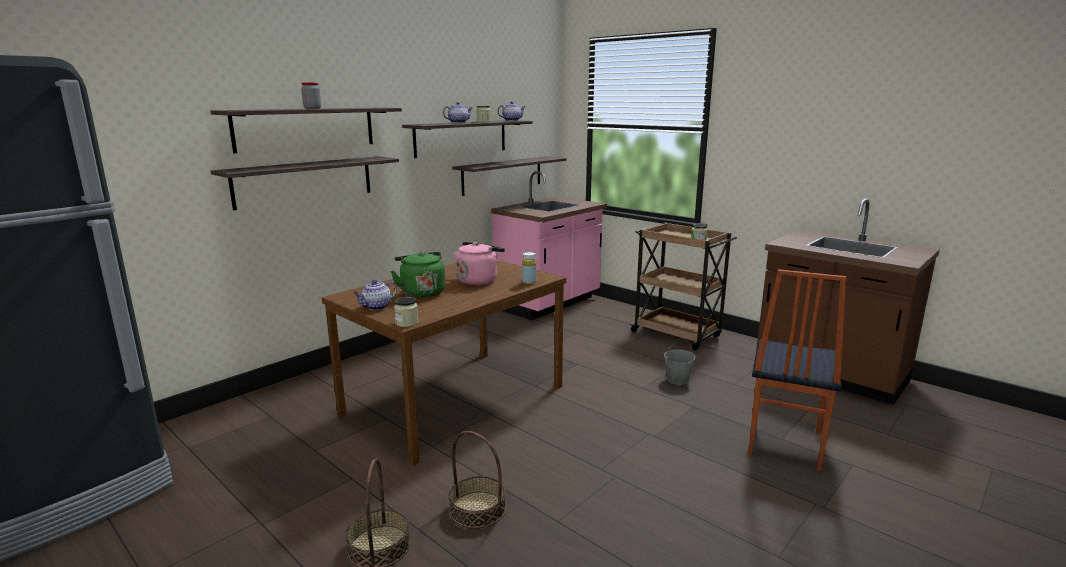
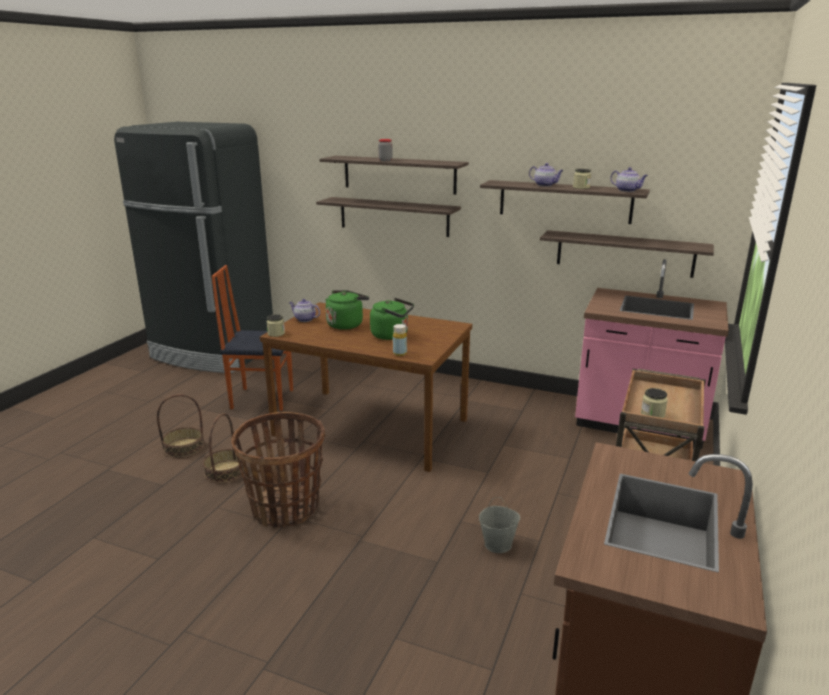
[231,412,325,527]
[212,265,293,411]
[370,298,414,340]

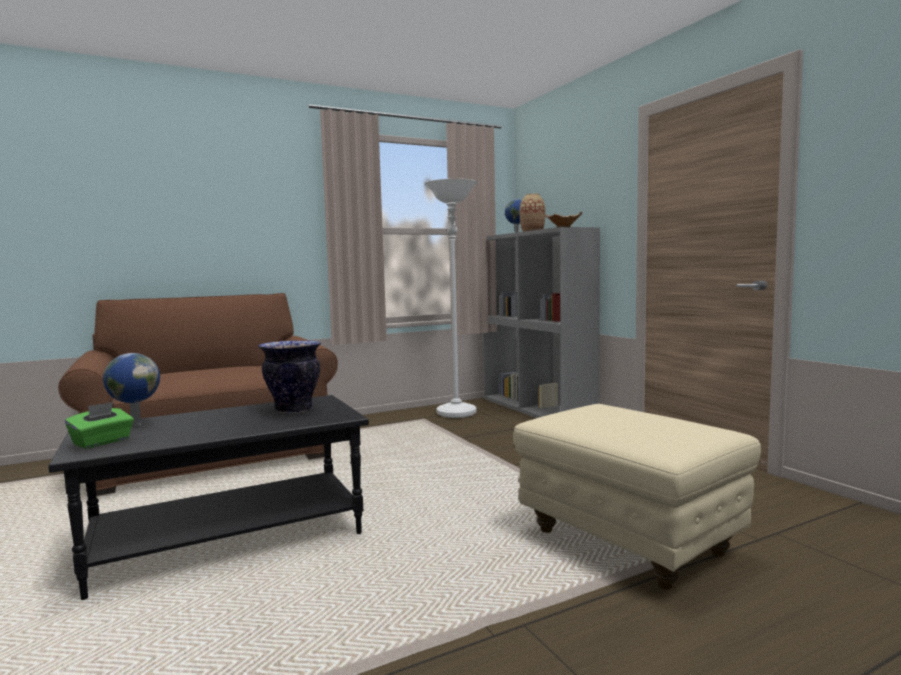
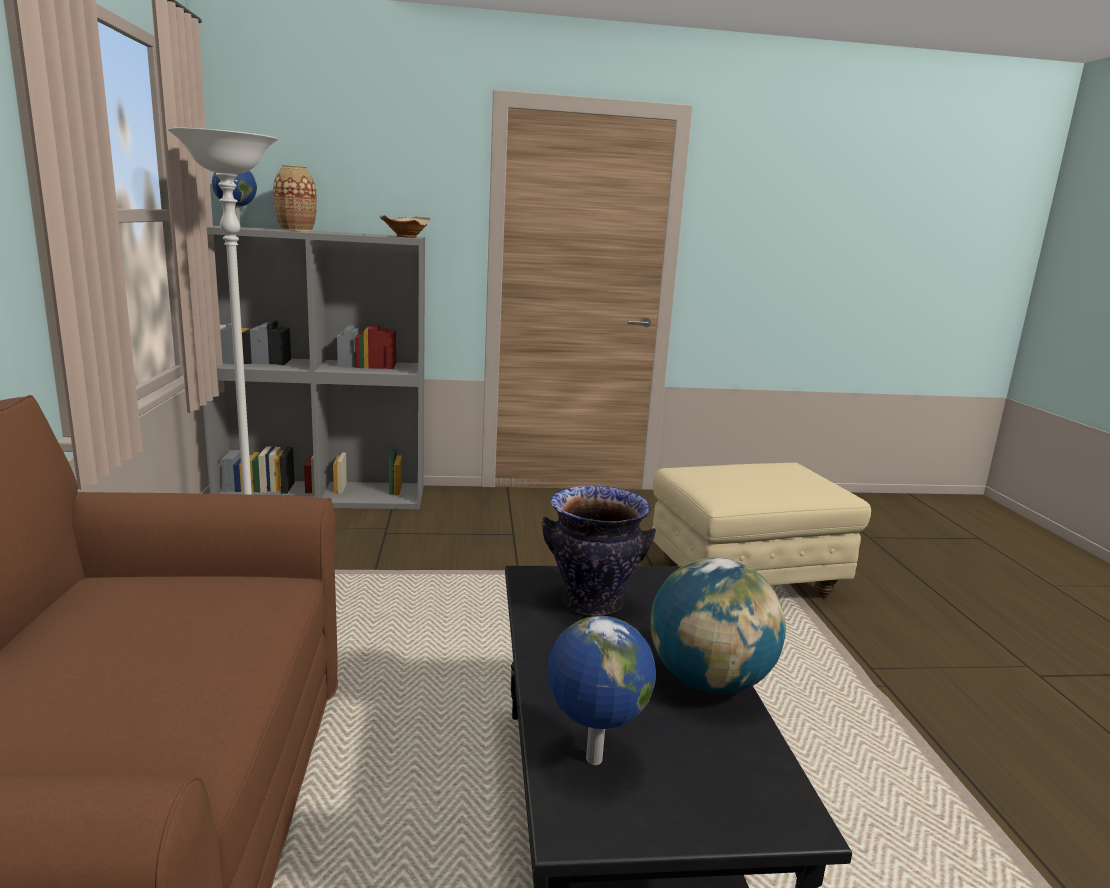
[65,402,134,449] (first image)
[650,558,786,694]

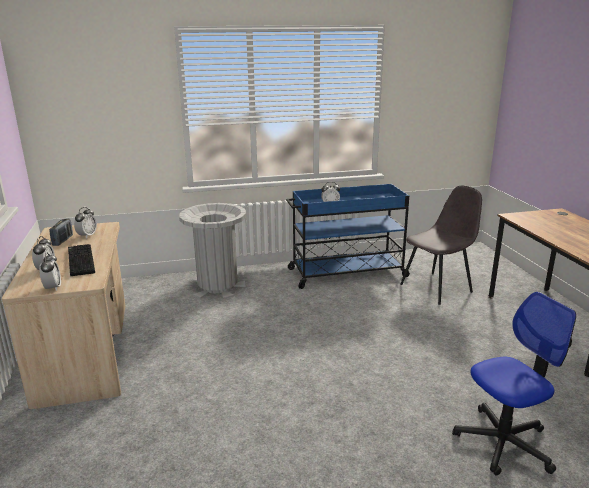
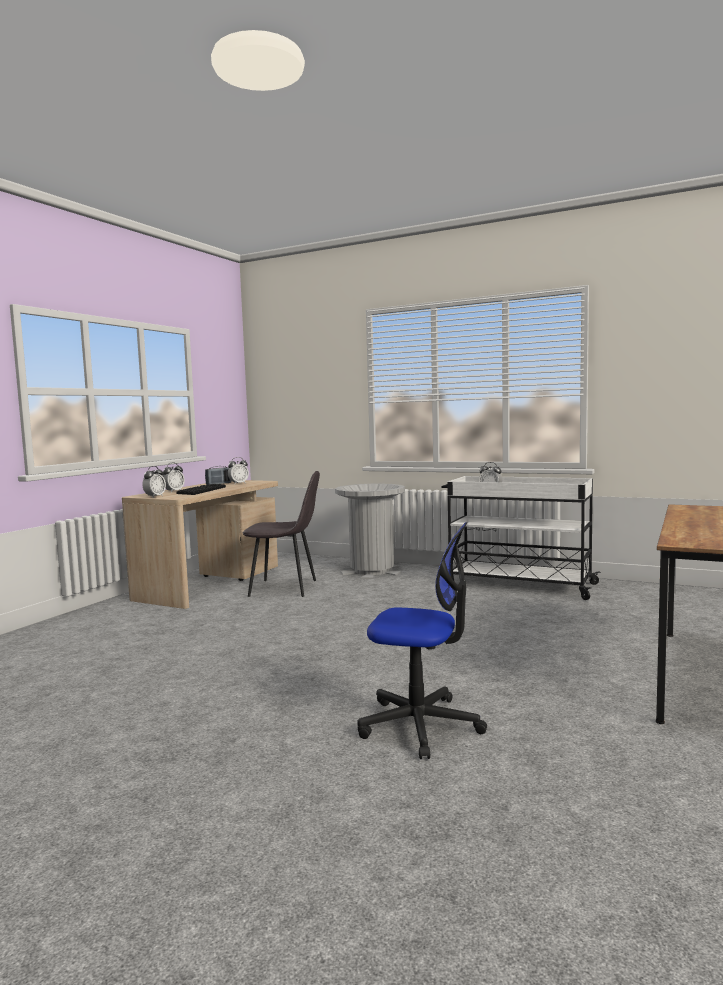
[243,471,320,597]
[442,476,601,600]

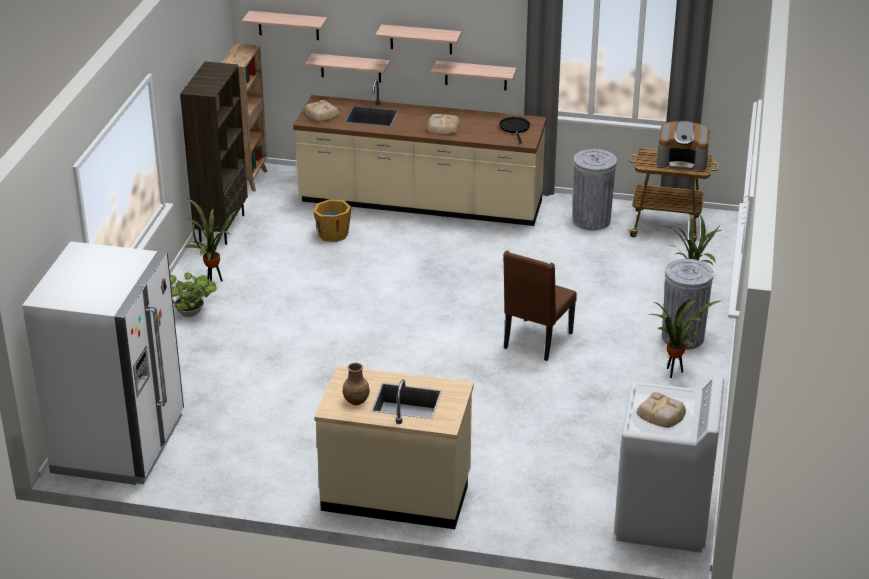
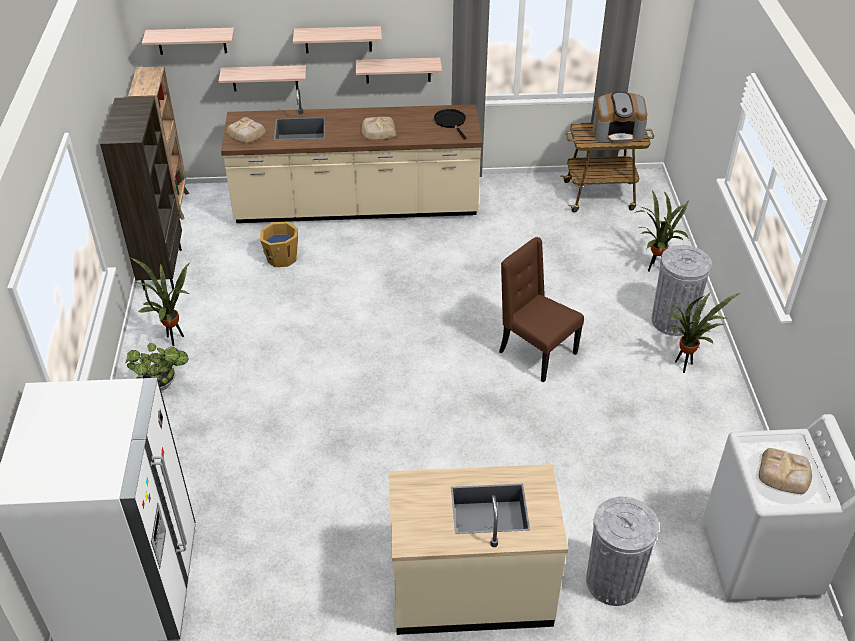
[343,363,370,405] (first image)
[586,497,659,606]
[499,237,584,383]

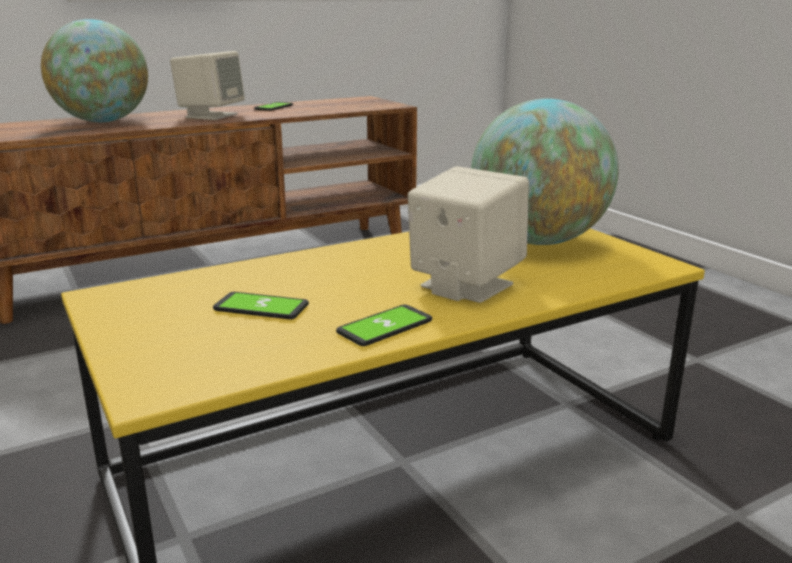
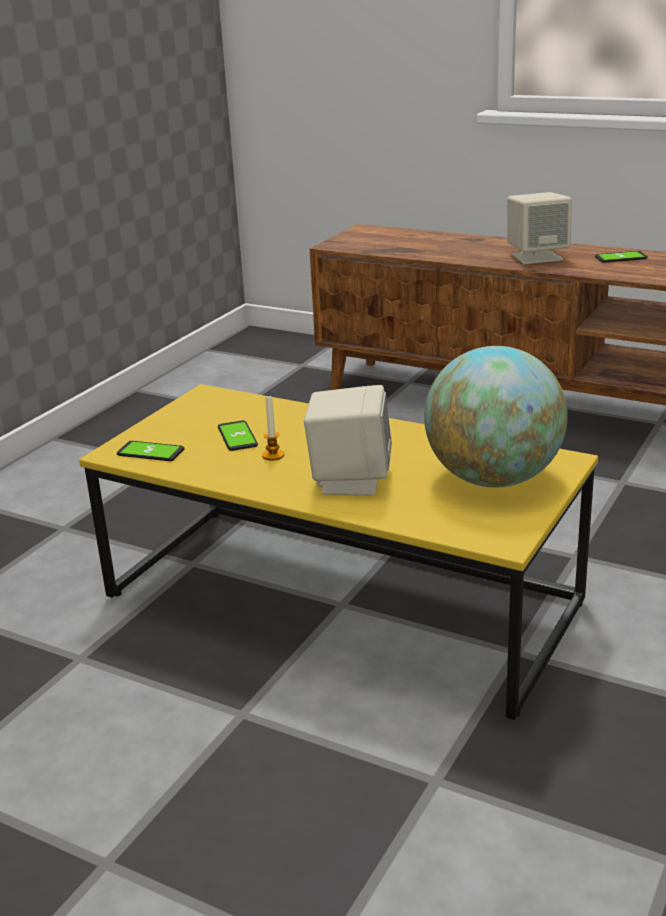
[41,19,148,122] (first image)
[262,394,284,461]
[117,441,185,461]

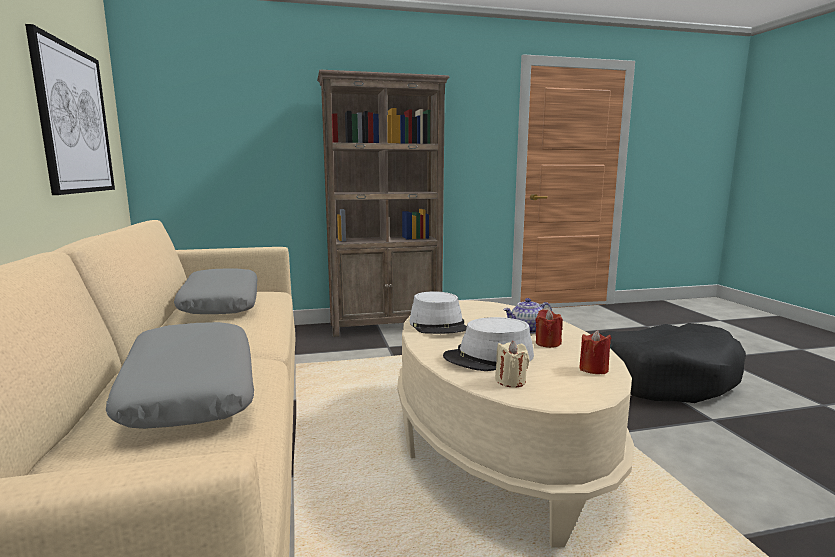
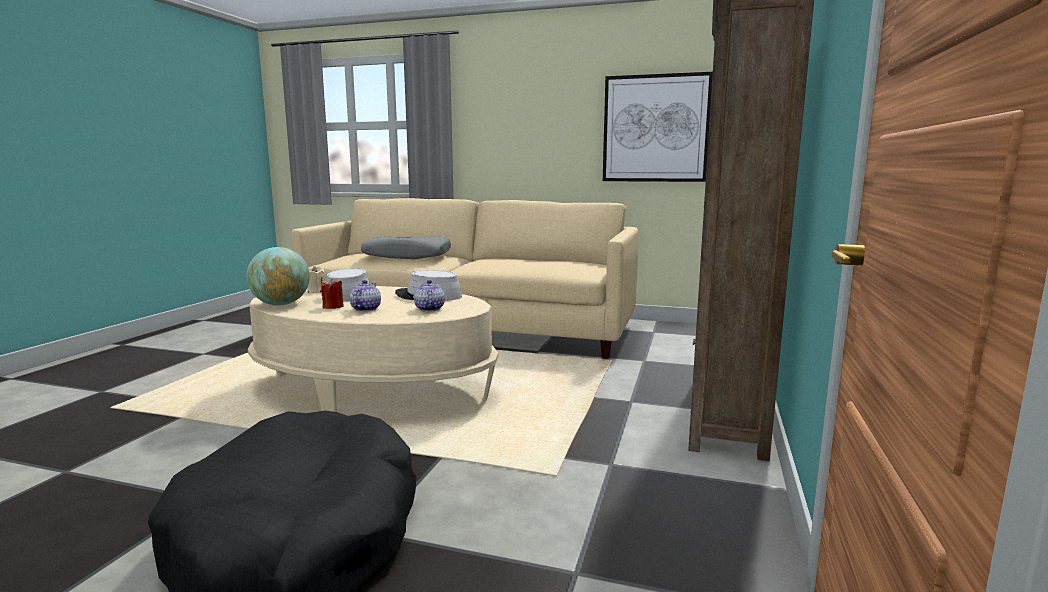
[174,268,257,314] (first image)
[414,280,445,312]
[246,247,310,305]

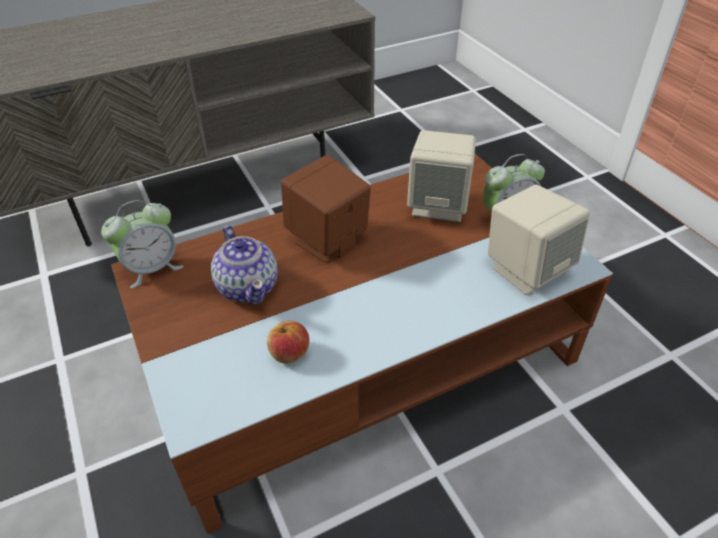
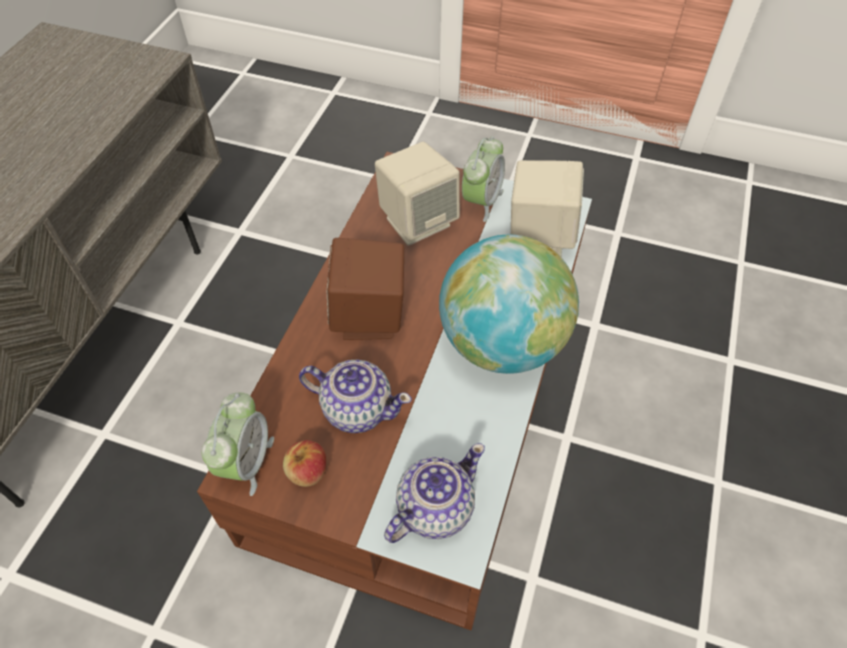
[384,443,485,543]
[439,235,579,374]
[283,440,326,487]

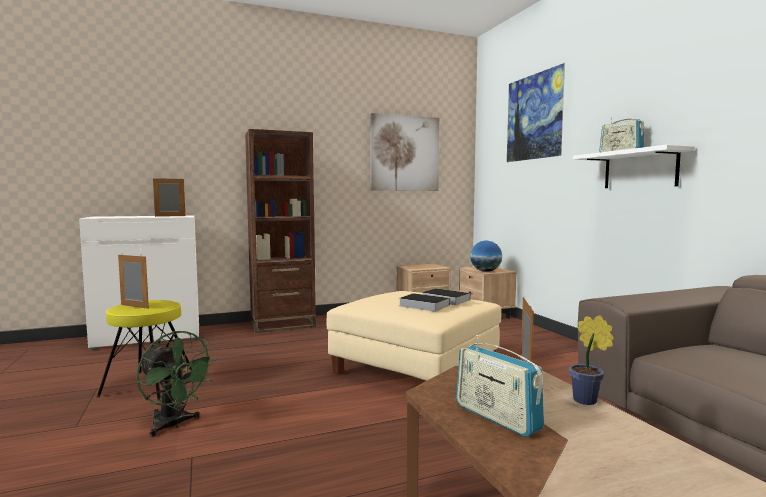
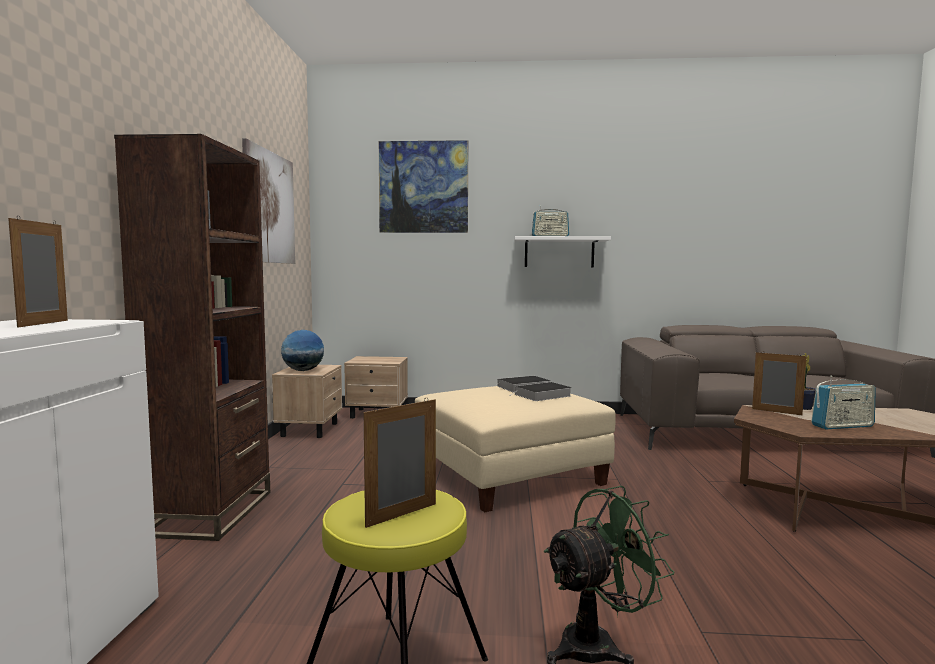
[281,330,324,371]

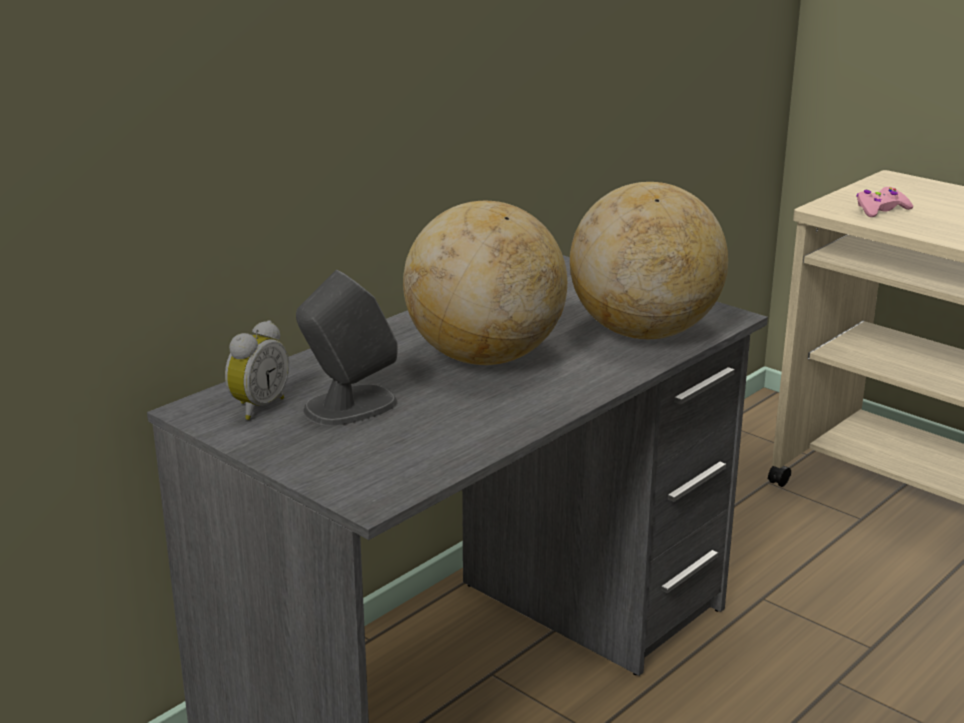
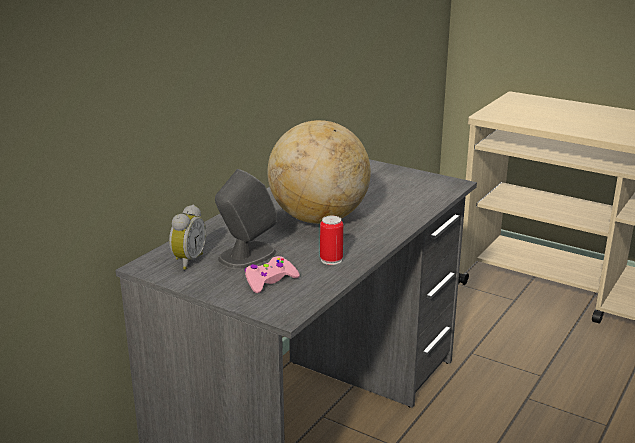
[570,182,728,339] (first image)
[320,216,343,265]
[245,256,300,293]

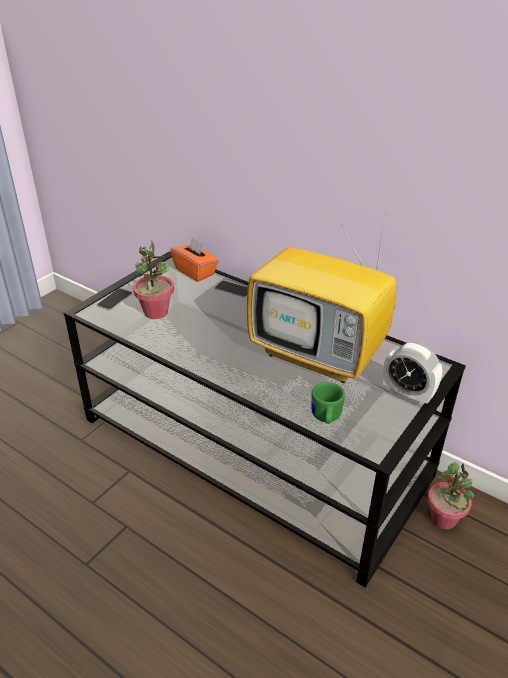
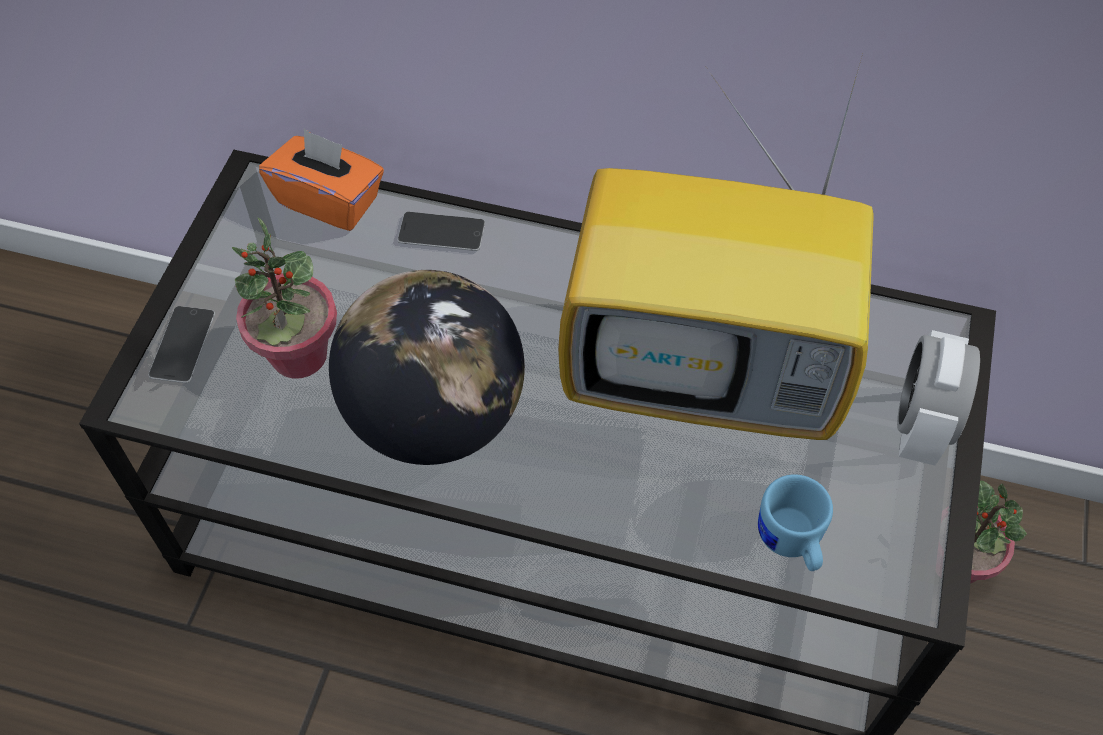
[329,270,525,465]
[758,474,833,571]
[897,330,980,466]

